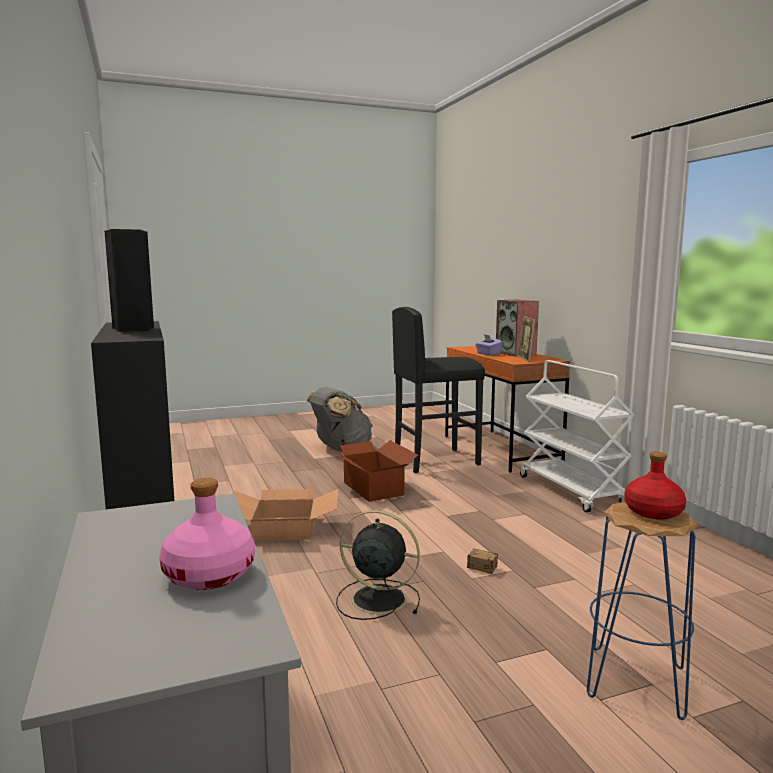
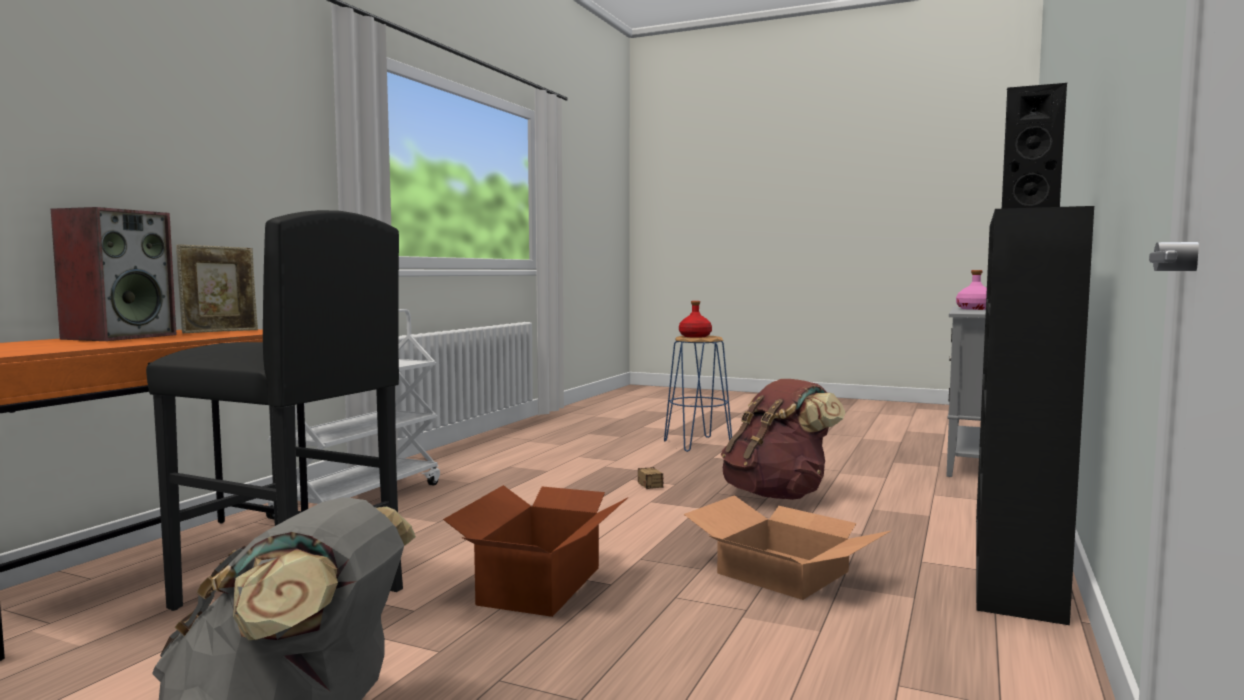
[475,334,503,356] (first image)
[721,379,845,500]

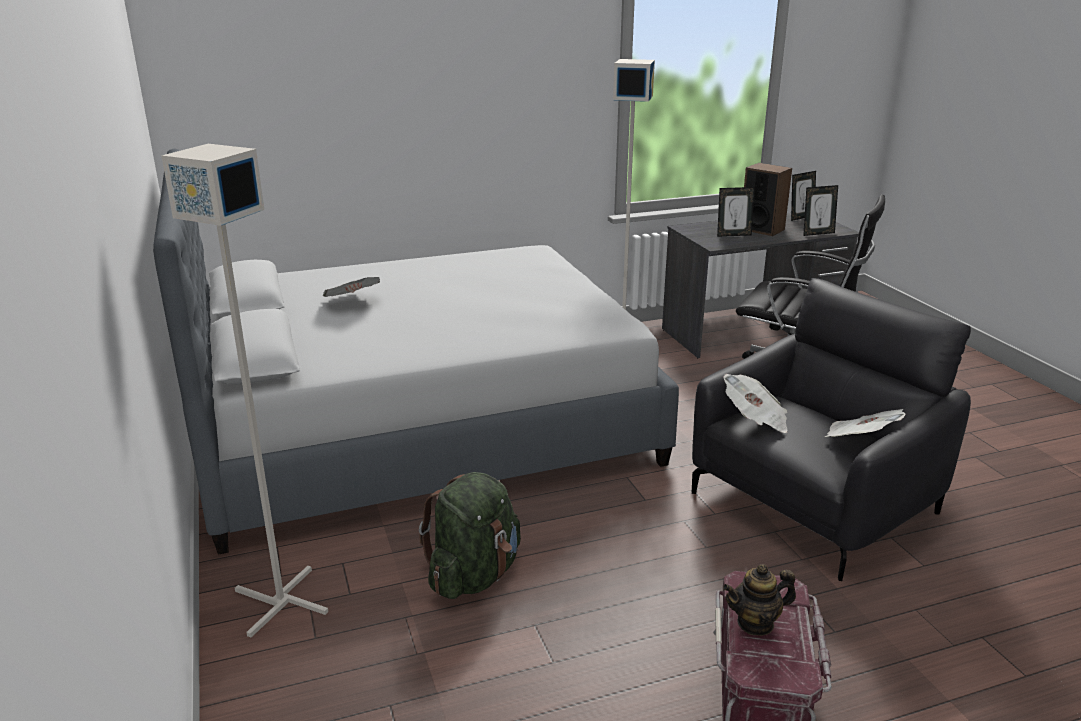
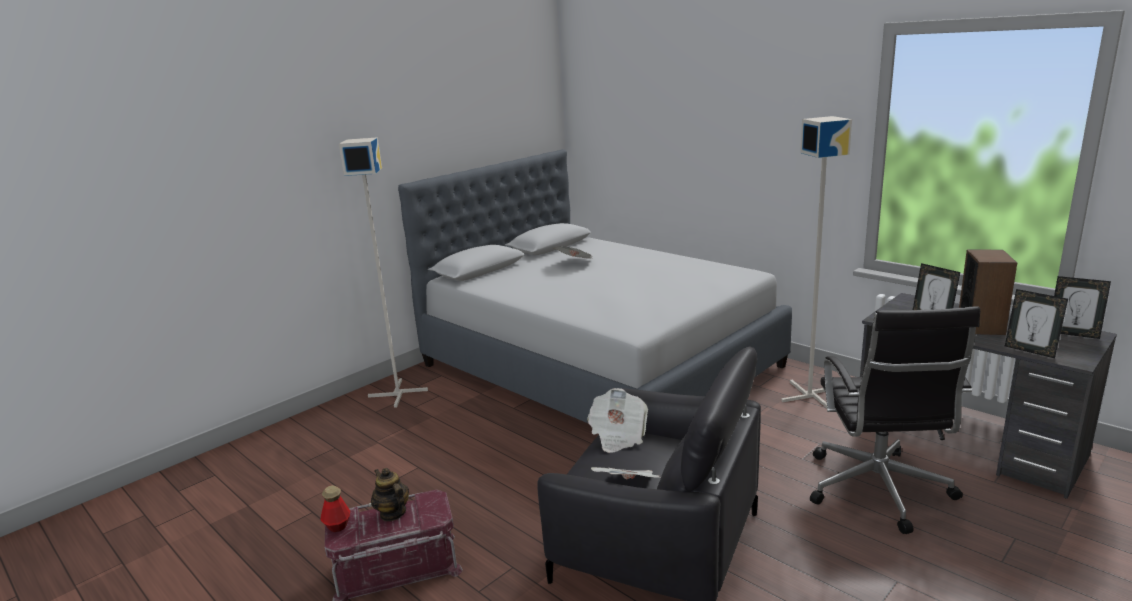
[419,472,521,599] (first image)
[320,485,350,532]

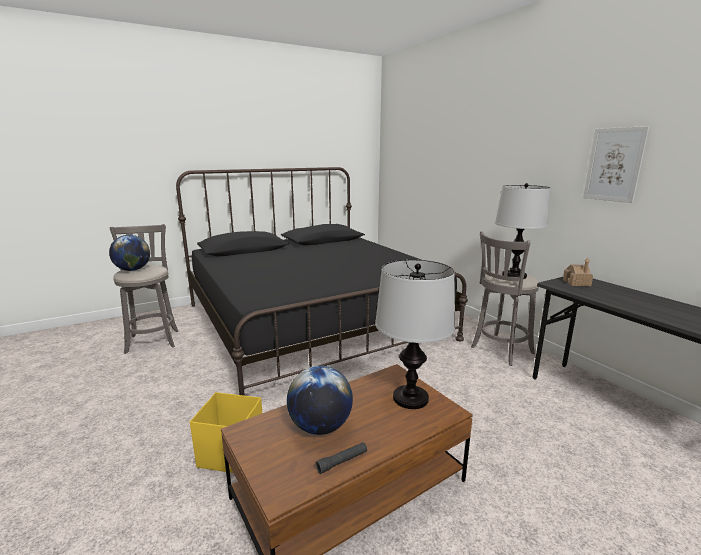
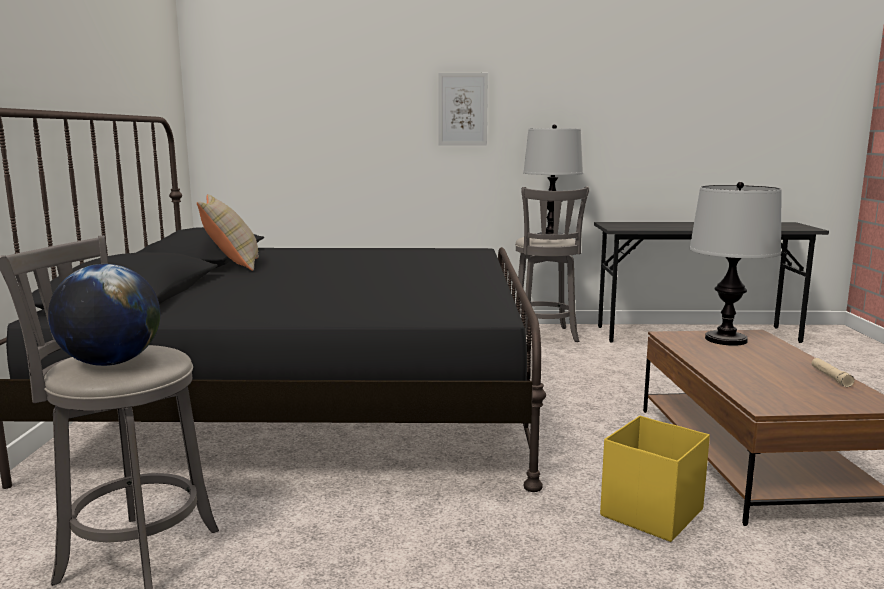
[287,366,353,435] (first image)
[563,258,593,286] (first image)
[197,194,259,271]
[438,73,488,146]
[812,358,854,387]

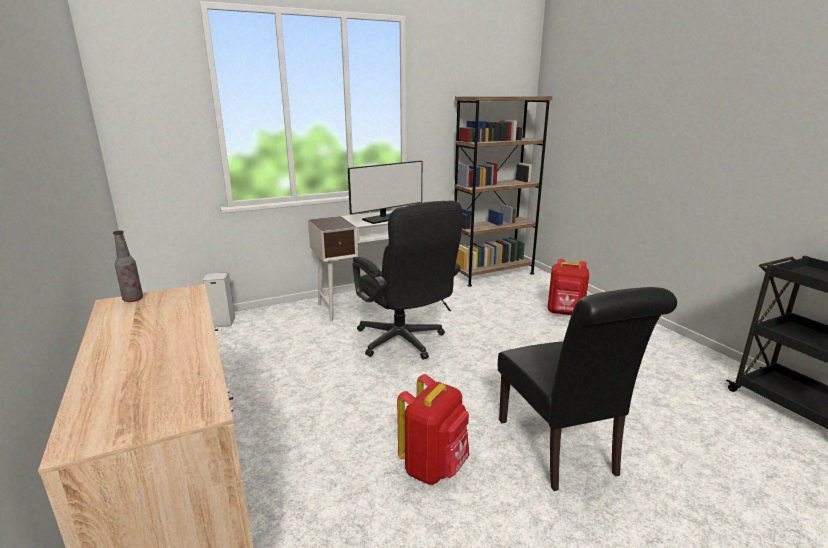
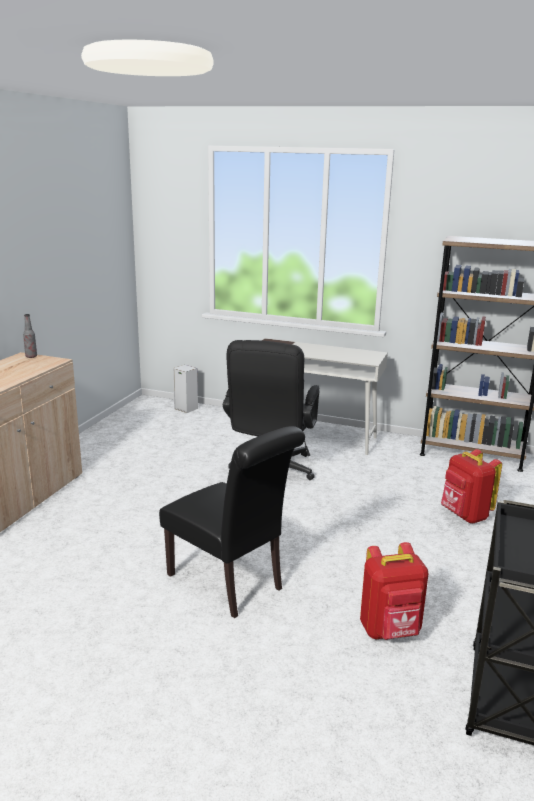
[348,160,422,224] (first image)
[360,542,428,640]
[159,426,305,618]

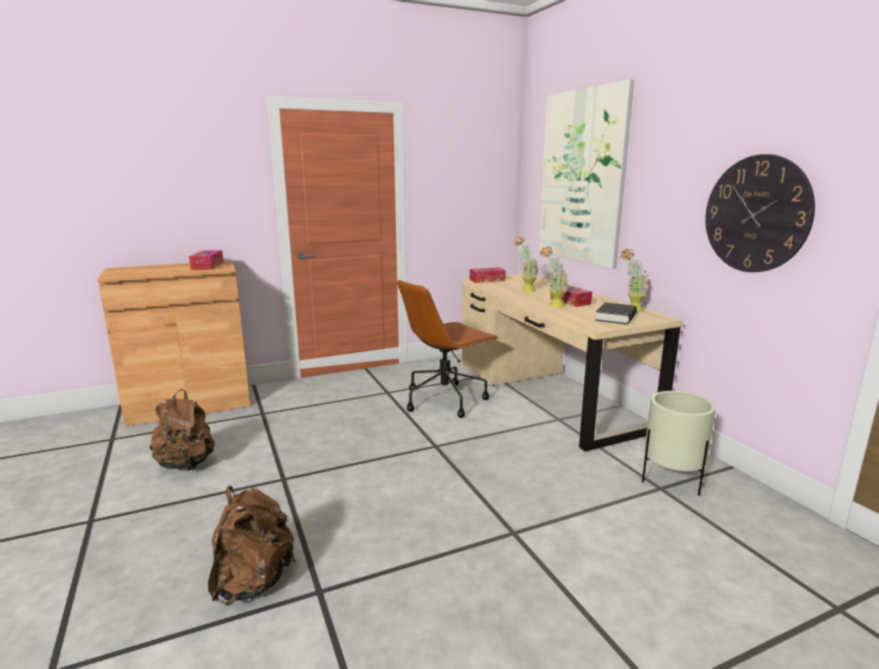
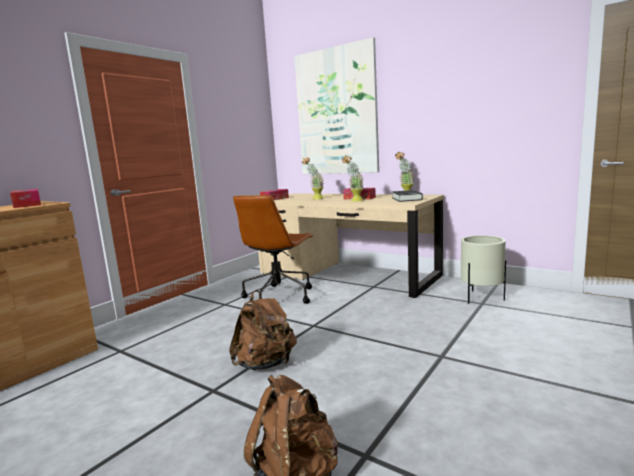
[705,154,815,272] (first image)
[229,290,297,370]

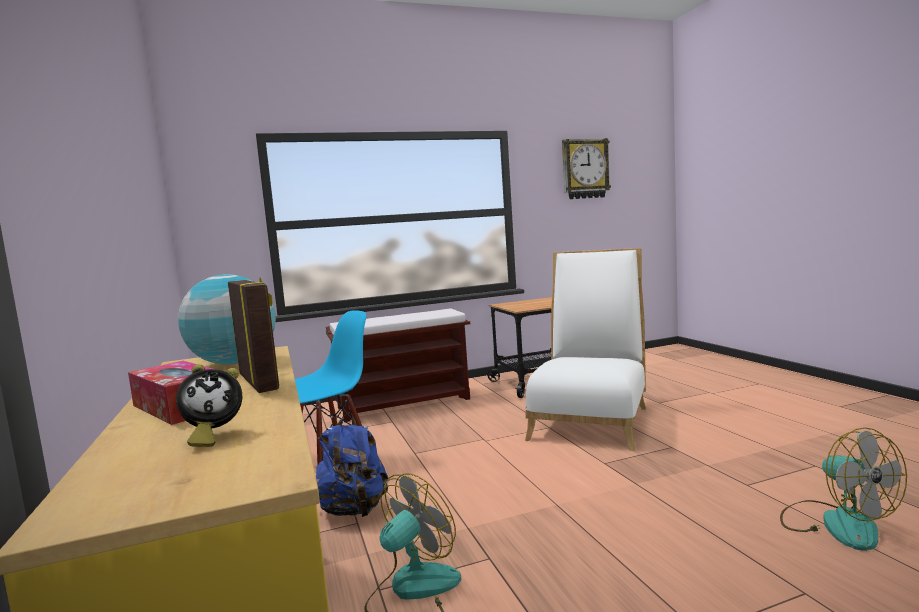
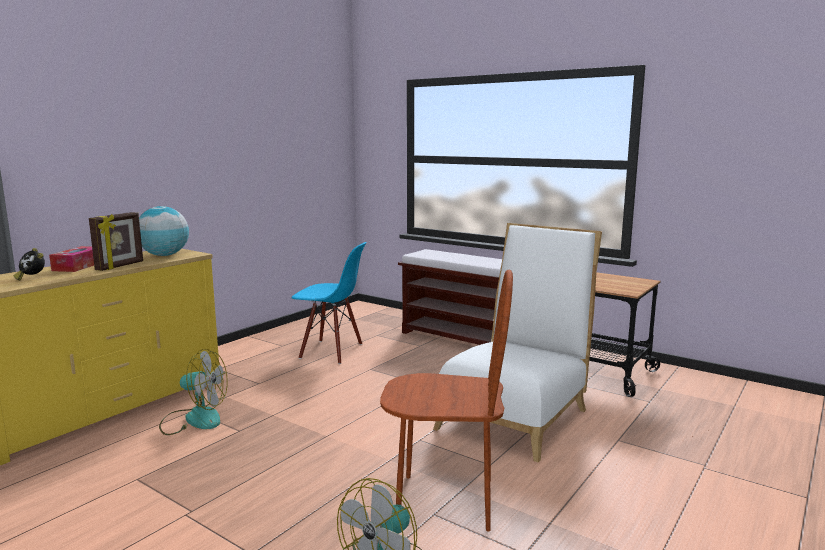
[316,412,388,517] (first image)
[562,138,611,199] (first image)
[380,270,513,531]
[433,223,602,462]

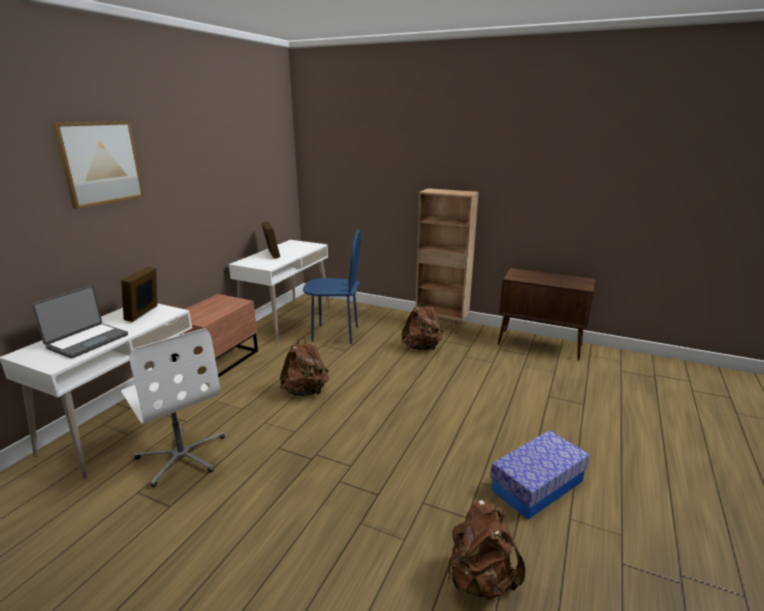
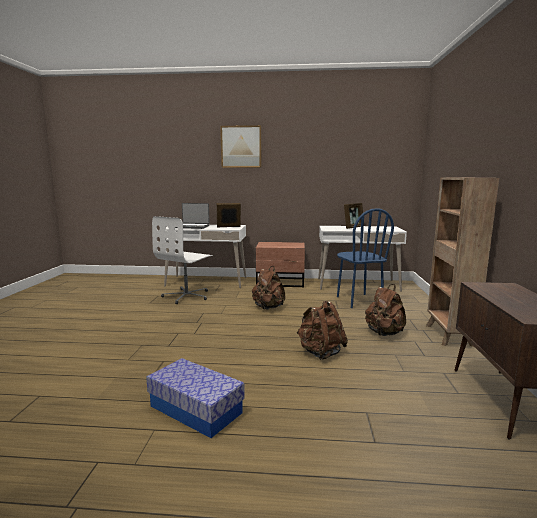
[297,301,348,360]

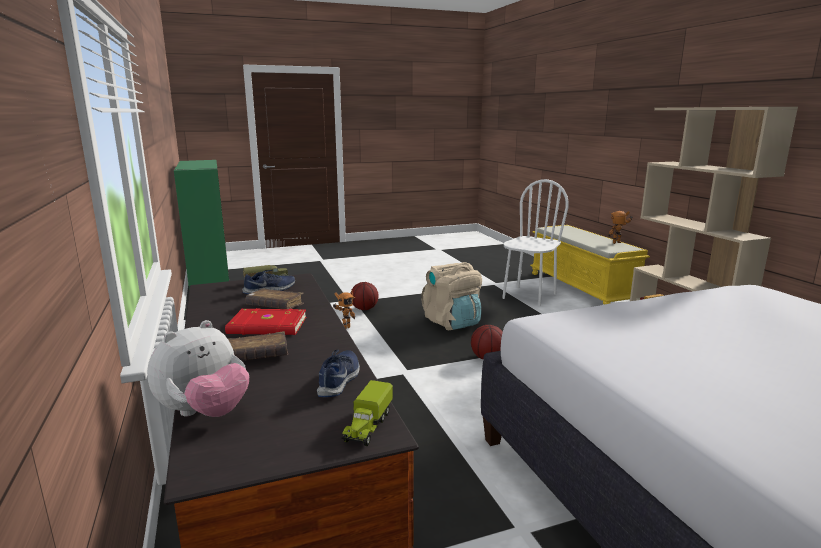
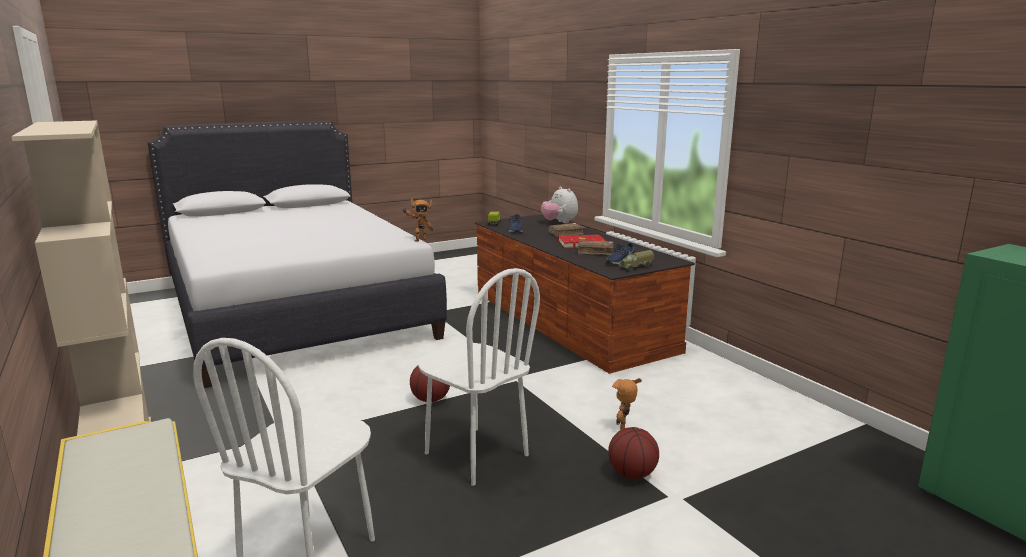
[402,198,433,242]
[418,268,540,486]
[541,187,578,224]

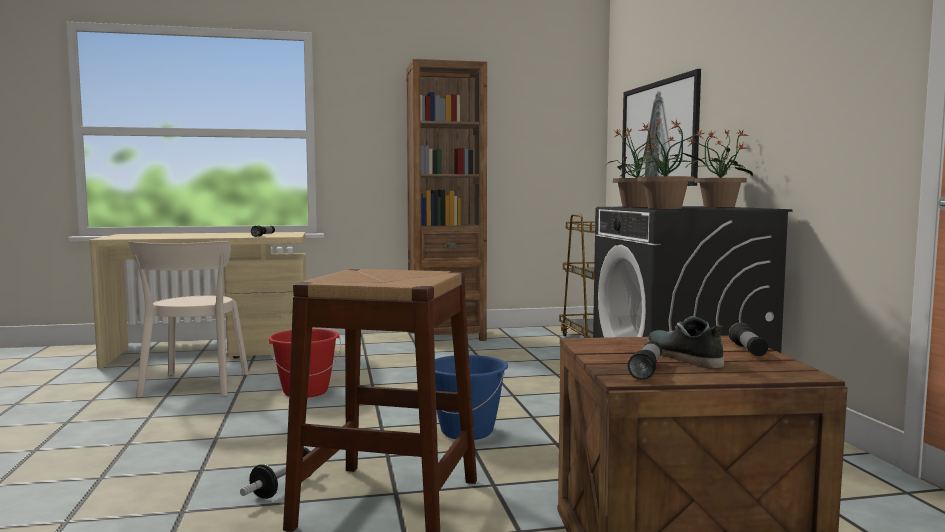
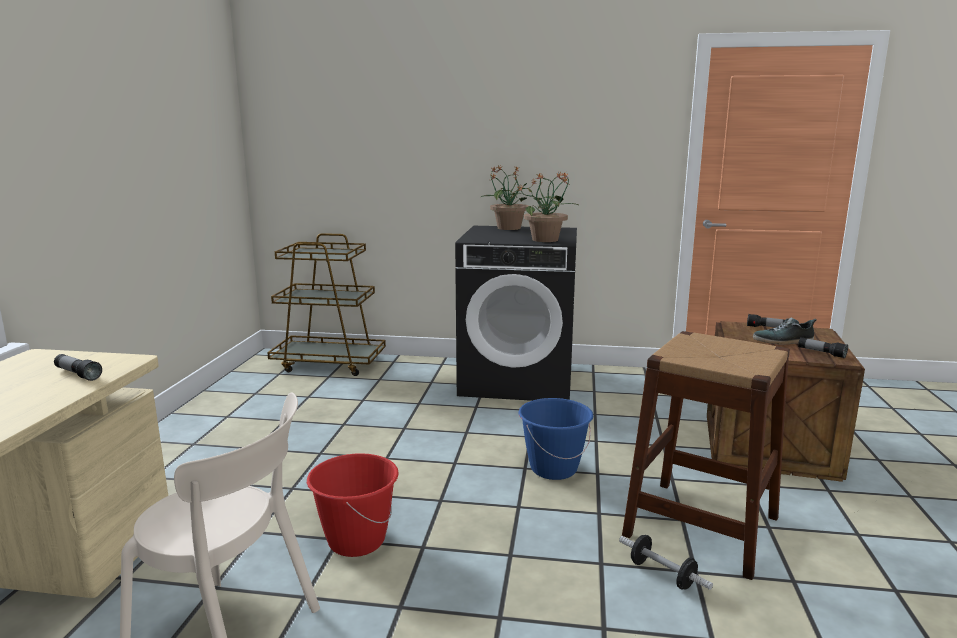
[406,59,487,341] (first image)
[606,127,660,207] (first image)
[622,69,701,186] (first image)

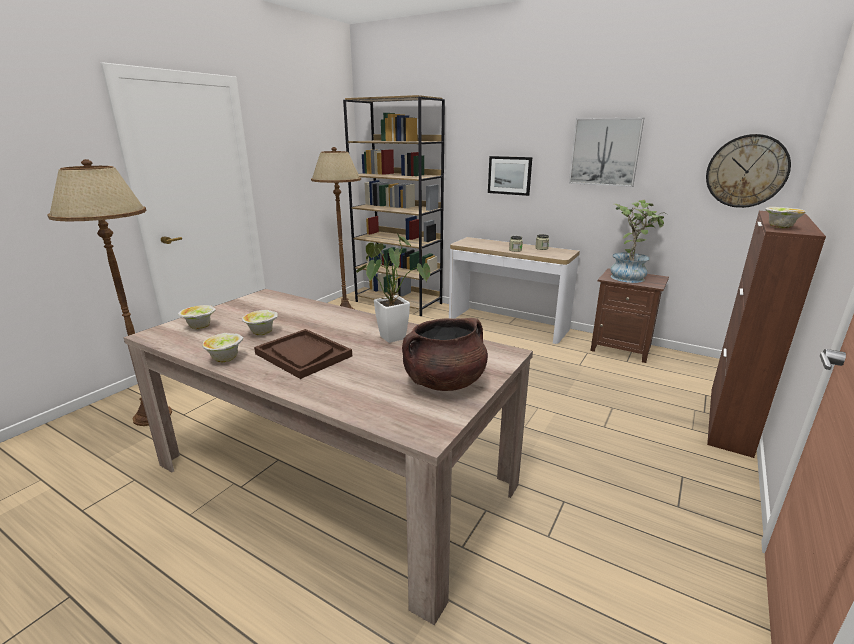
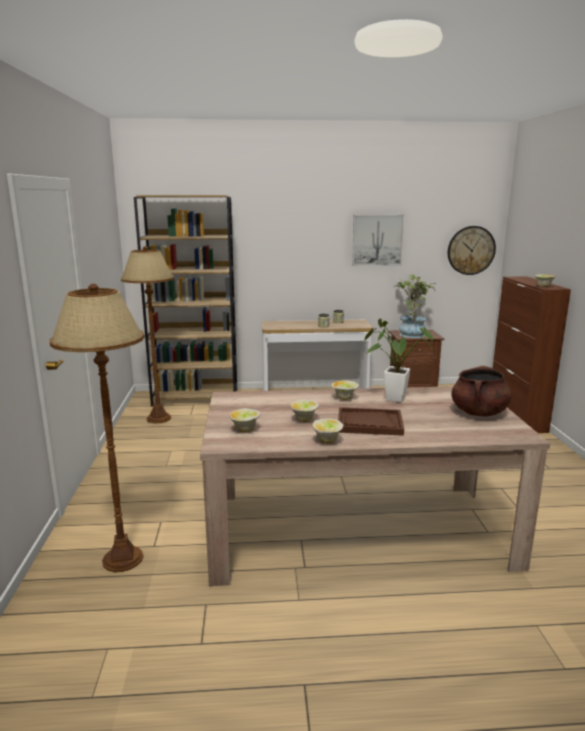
[488,156,532,196] (first image)
[331,380,359,400]

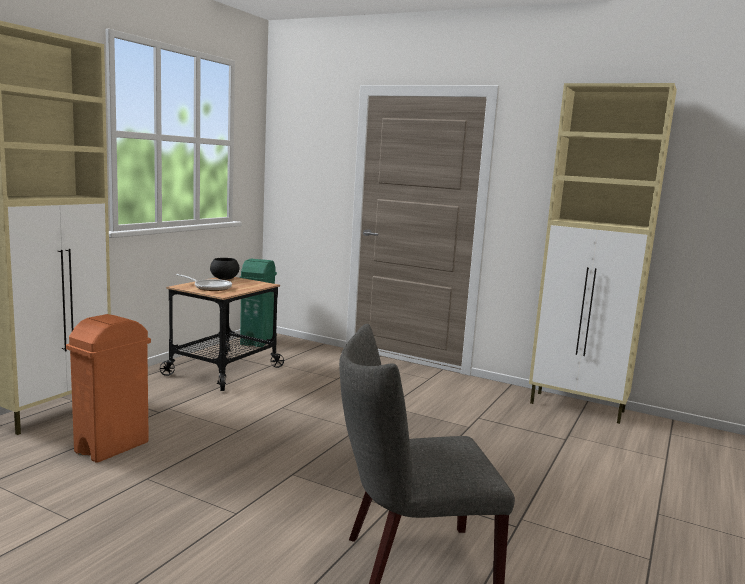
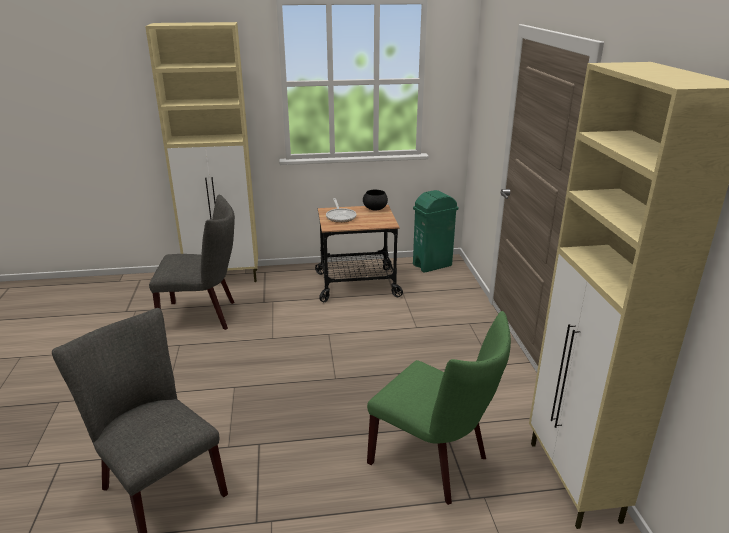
[367,311,511,505]
[149,194,235,330]

